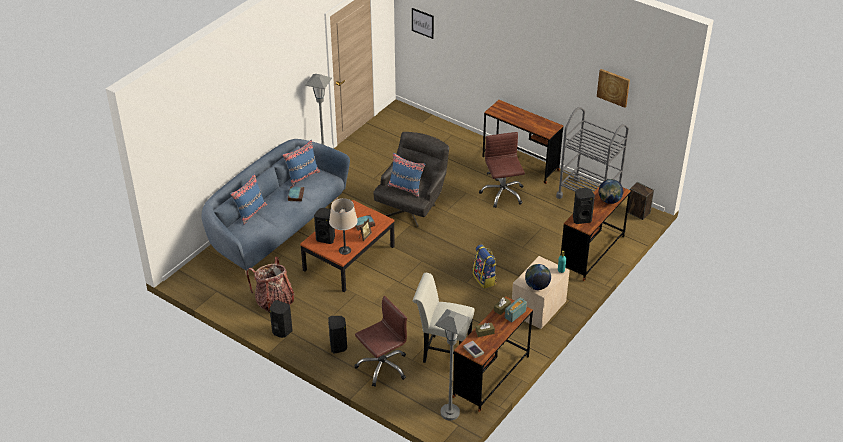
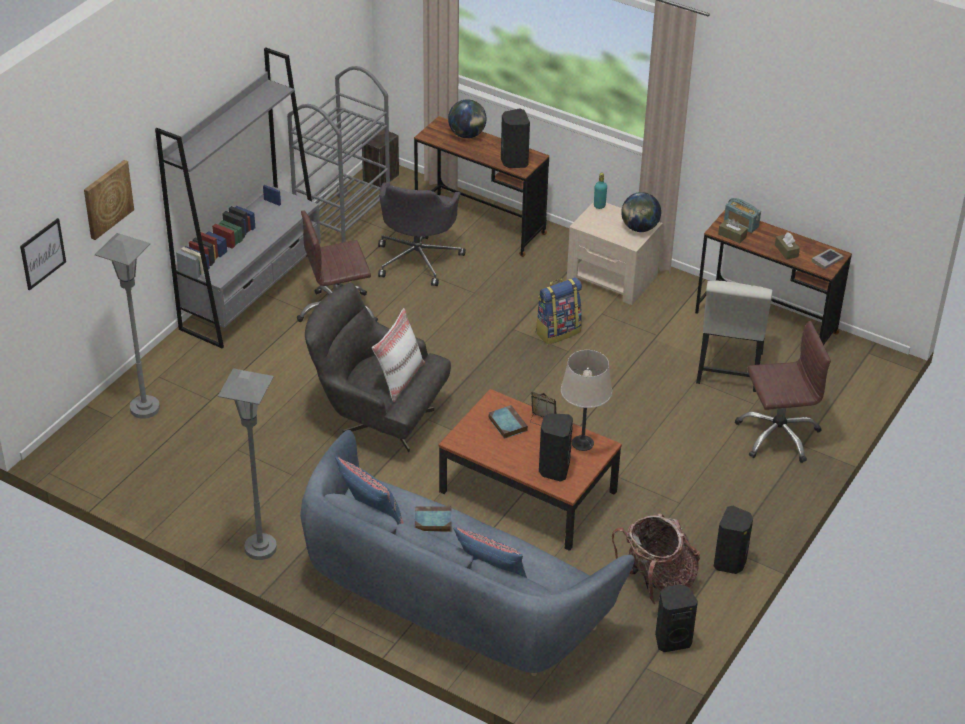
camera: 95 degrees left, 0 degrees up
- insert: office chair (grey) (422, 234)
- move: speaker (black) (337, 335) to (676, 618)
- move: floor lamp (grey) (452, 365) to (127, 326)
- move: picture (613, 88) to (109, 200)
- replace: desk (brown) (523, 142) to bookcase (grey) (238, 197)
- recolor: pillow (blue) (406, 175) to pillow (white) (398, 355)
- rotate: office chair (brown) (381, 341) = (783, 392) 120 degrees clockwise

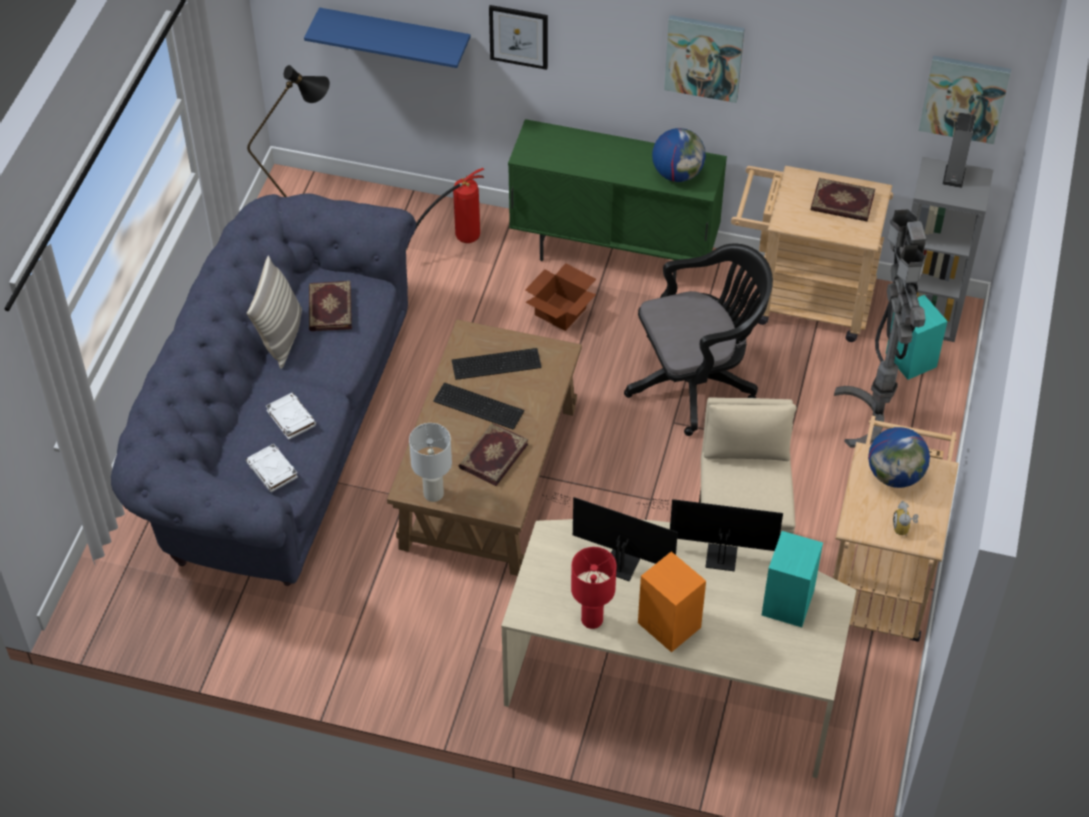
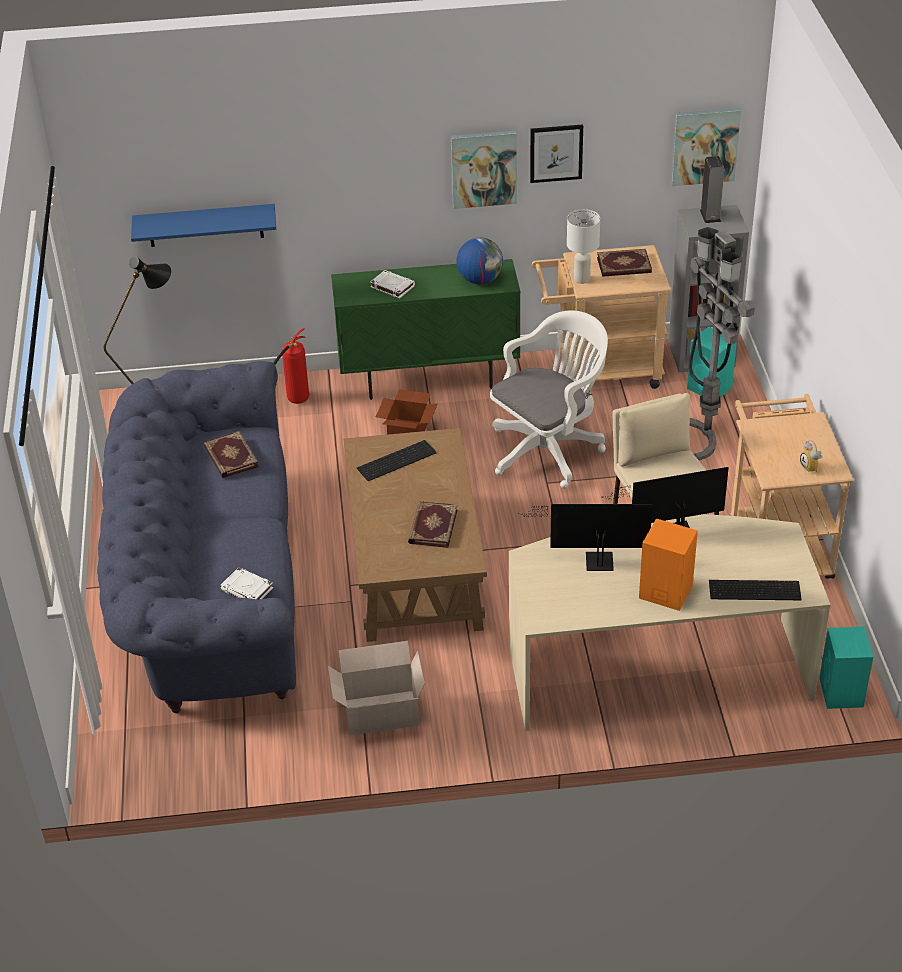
camera: 20 degrees left, 10 degrees down
- delete: pillow (274, 312)
- delete: table lamp (red) (594, 588)
- delete: globe (899, 457)
- insert: cardboard box (376, 688)
- move: book (white) (291, 416) to (392, 284)
- move: table lamp (white) (430, 462) to (583, 246)
- move: keyboard (478, 406) to (755, 590)
- move: picture (518, 37) to (556, 153)
- move: speaker (turquoise) (792, 579) to (846, 668)
- recolor: office chair (black) (698, 340) to office chair (white) (549, 399)

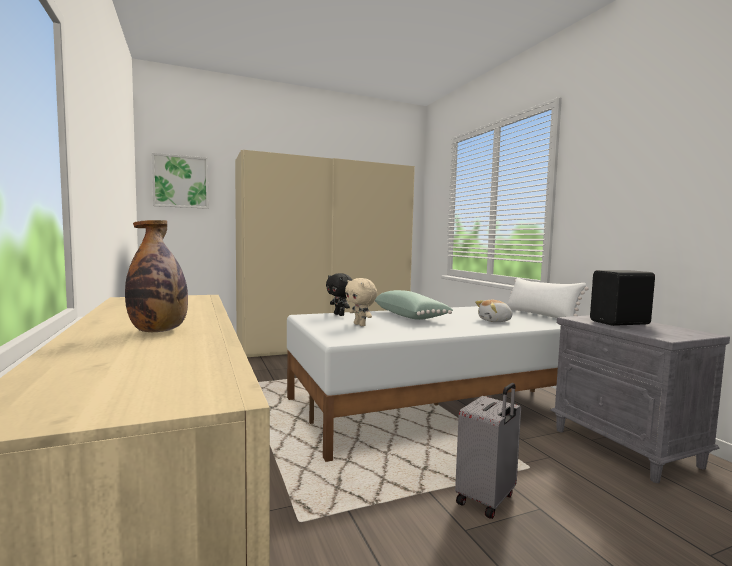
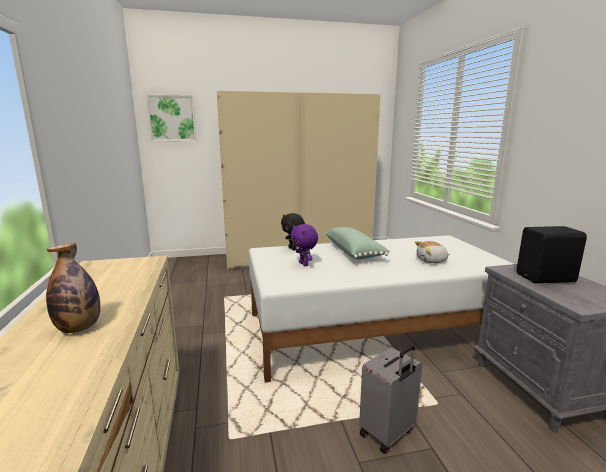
camera: 10 degrees right, 10 degrees up
- delete: pillow (white) (548, 297)
- recolor: plush toy (beige) (361, 302) to plush toy (purple) (304, 245)

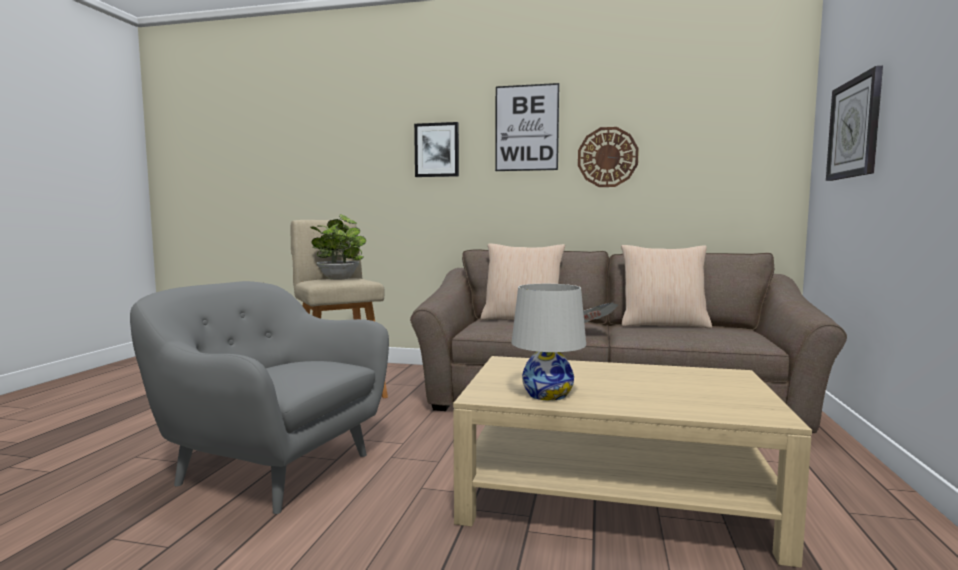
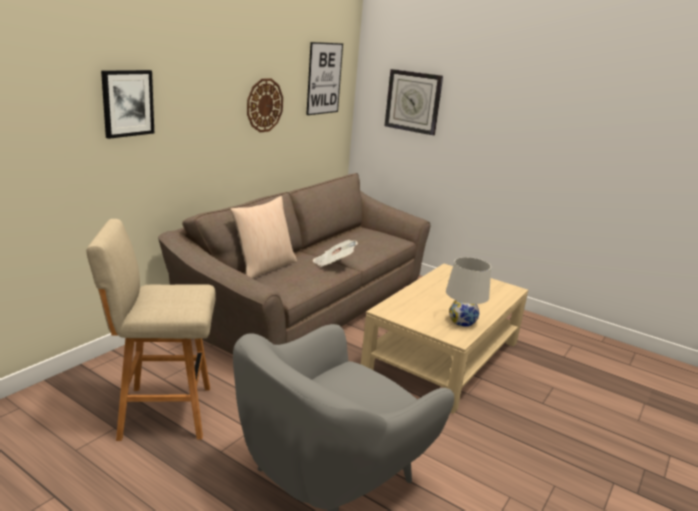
camera: 70 degrees left, 15 degrees up
- delete: potted plant (338, 247)
- delete: pillow (beige) (666, 286)
- move: picture (527, 127) to (324, 78)

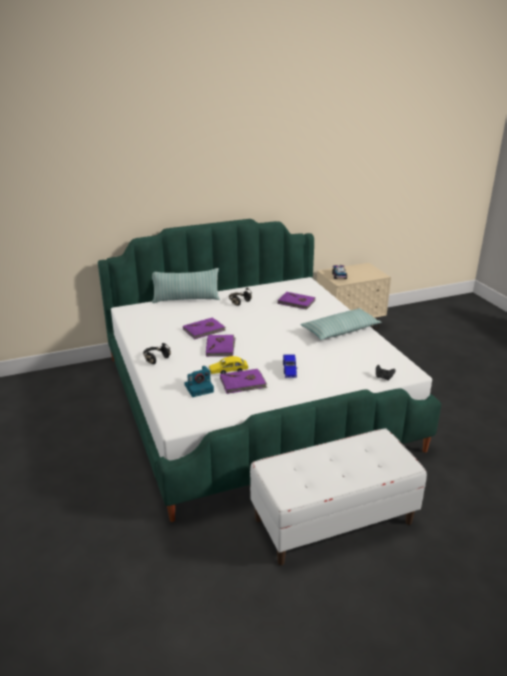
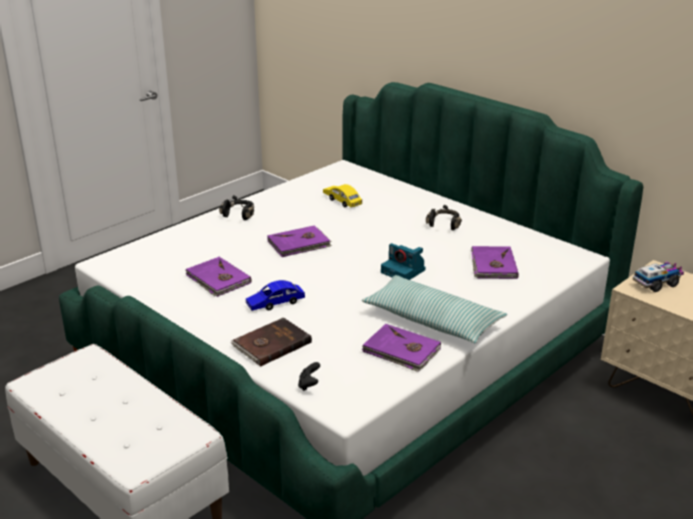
camera: 65 degrees right, 0 degrees up
- delete: pillow (186, 285)
- insert: book (brown) (271, 341)
- move: book (purple) (204, 328) to (401, 348)
- move: photo camera (199, 381) to (403, 261)
- move: toy car (yellow) (228, 365) to (342, 196)

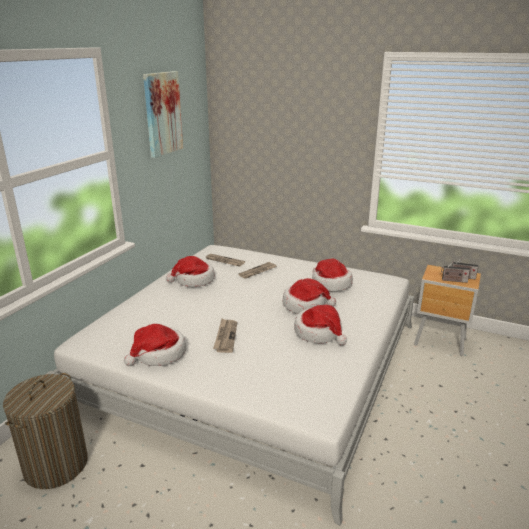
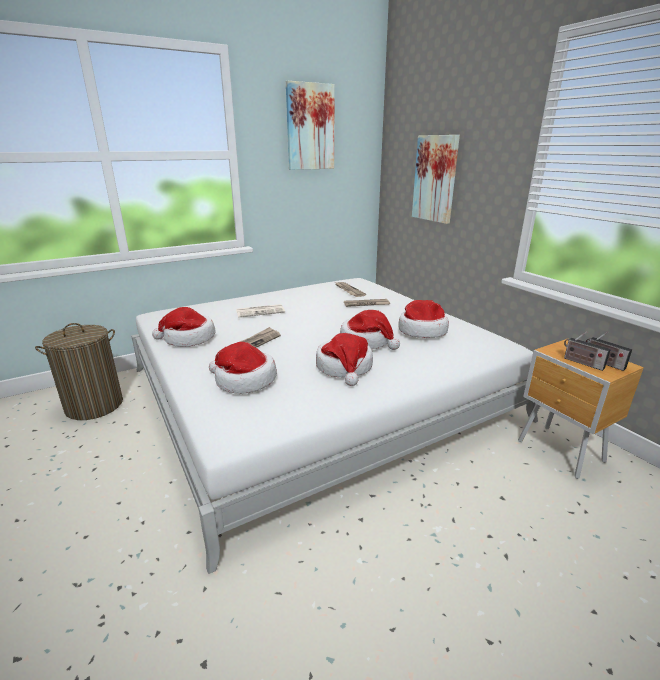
camera: 35 degrees right, 0 degrees up
- insert: newspaper (260, 310)
- insert: picture (436, 179)
- move: hat (190, 271) to (243, 368)

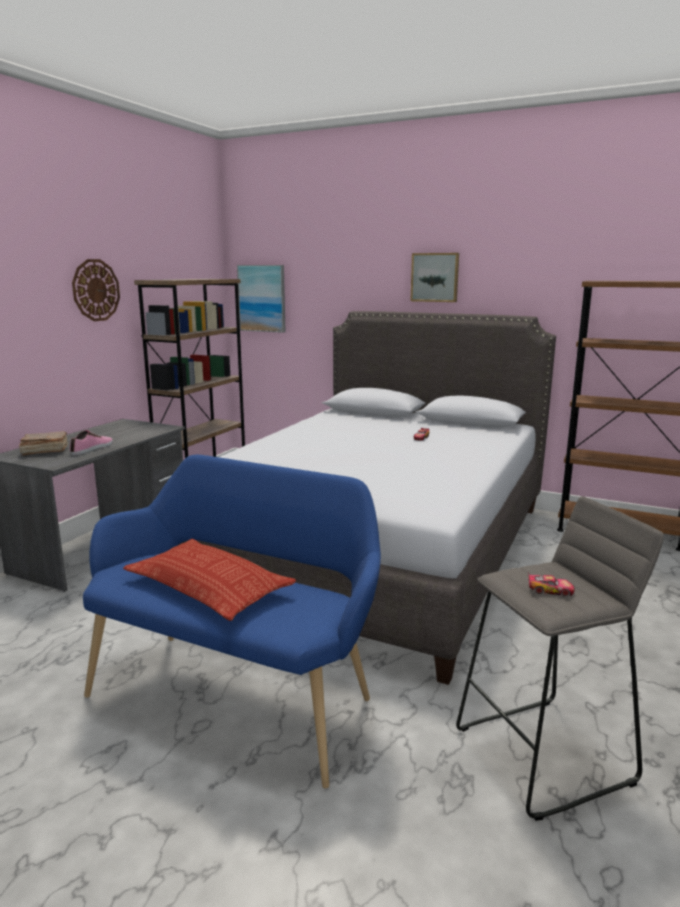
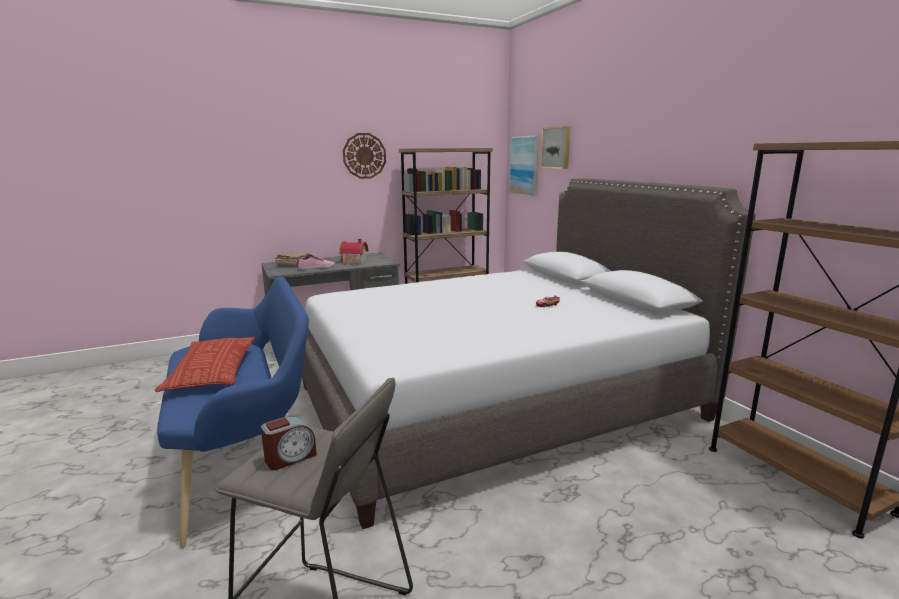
camera: 40 degrees right, 0 degrees up
- insert: toy house (353, 252)
- move: picture (435, 277) to (556, 147)
- replace: toy car (551, 584) to alarm clock (289, 443)

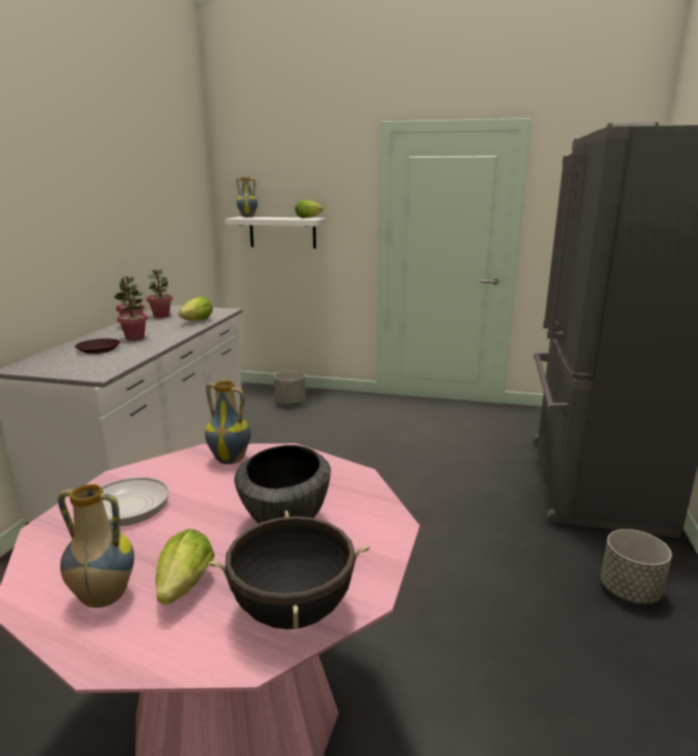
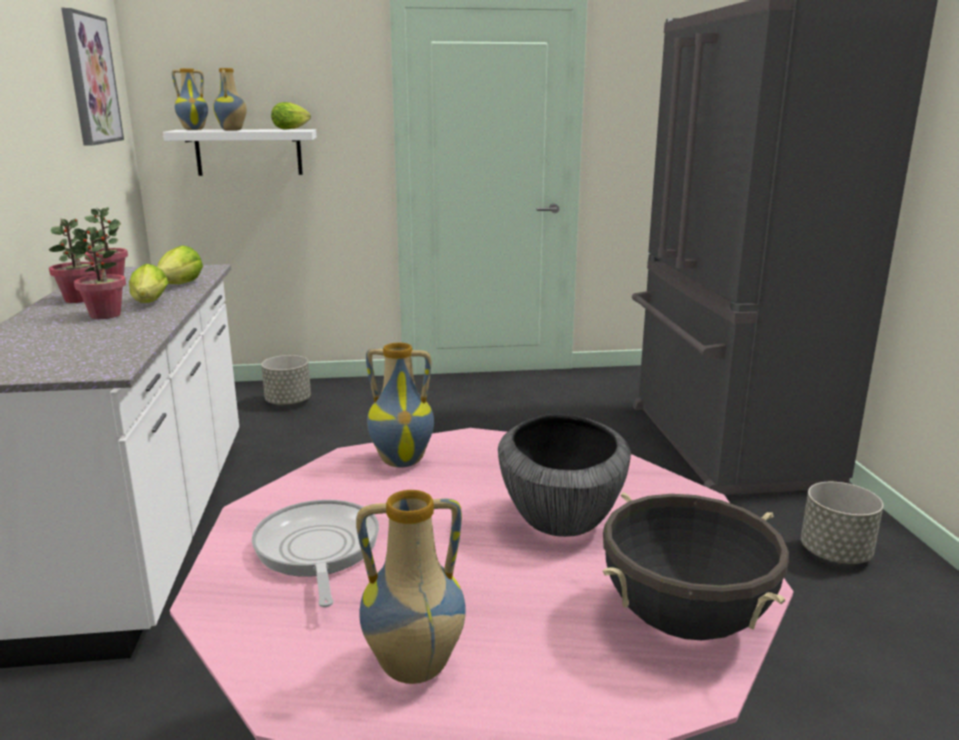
camera: 20 degrees left, 0 degrees up
- delete: plate (brown) (97, 346)
- insert: picture (92, 77)
- insert: vase (230, 99)
- move: lettuce (185, 567) to (148, 283)

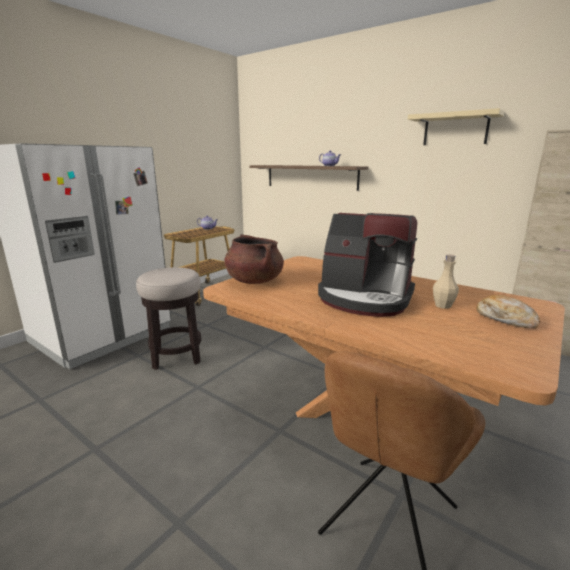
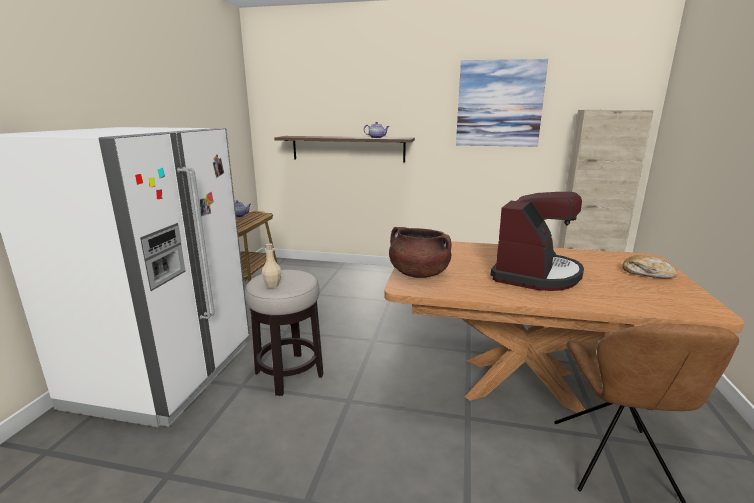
camera: 25 degrees left, 0 degrees up
- move: bottle (beige) (446, 282) to (271, 265)
- replace: shelf (beige) (456, 126) to picture (502, 103)
- rotate: coffee machine (367, 265) = (537, 241) 60 degrees counterclockwise

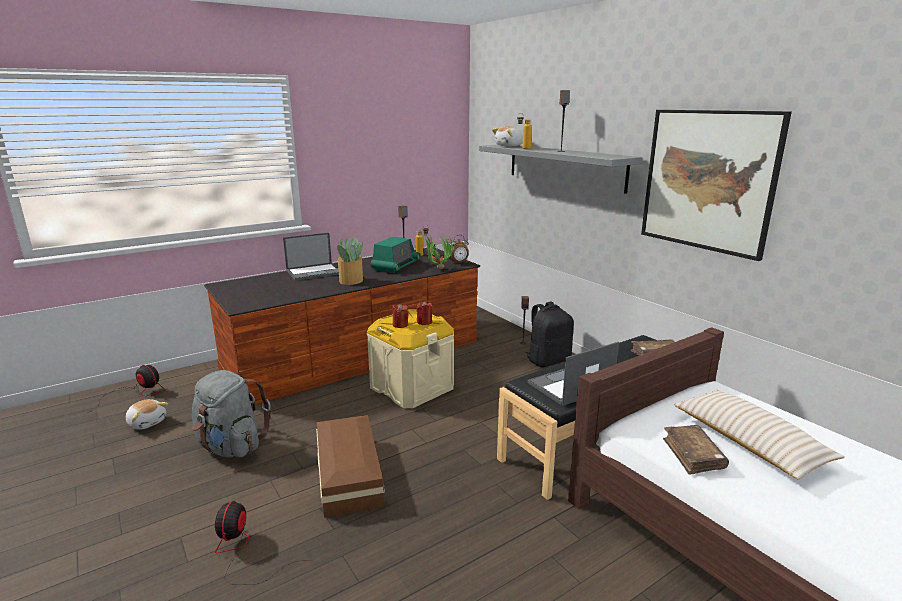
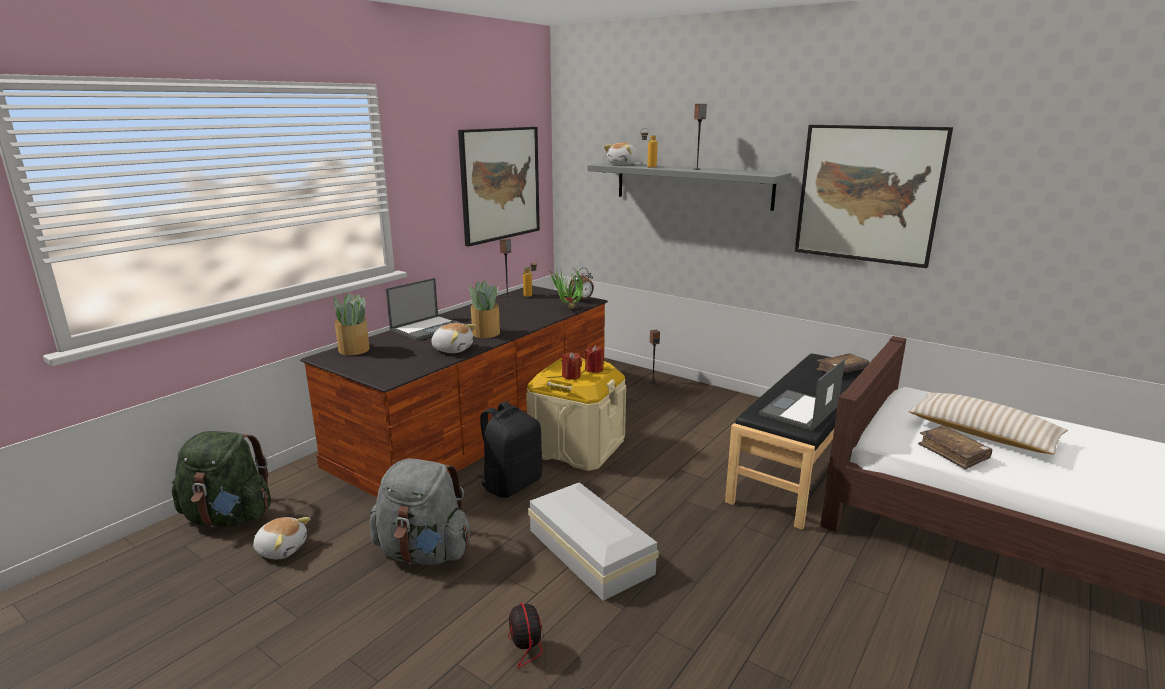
camera: 20 degrees left, 0 degrees up
- delete: radio (396, 255)
- insert: potted plant (351, 324)
- insert: plush toy (454, 338)
- insert: picture (499, 186)
- move: backpack (black) (550, 334) to (510, 449)
- replace: fan (126, 389) to backpack (green) (221, 479)
- recolor: storage box (brown) (350, 466) to storage box (white) (593, 541)

